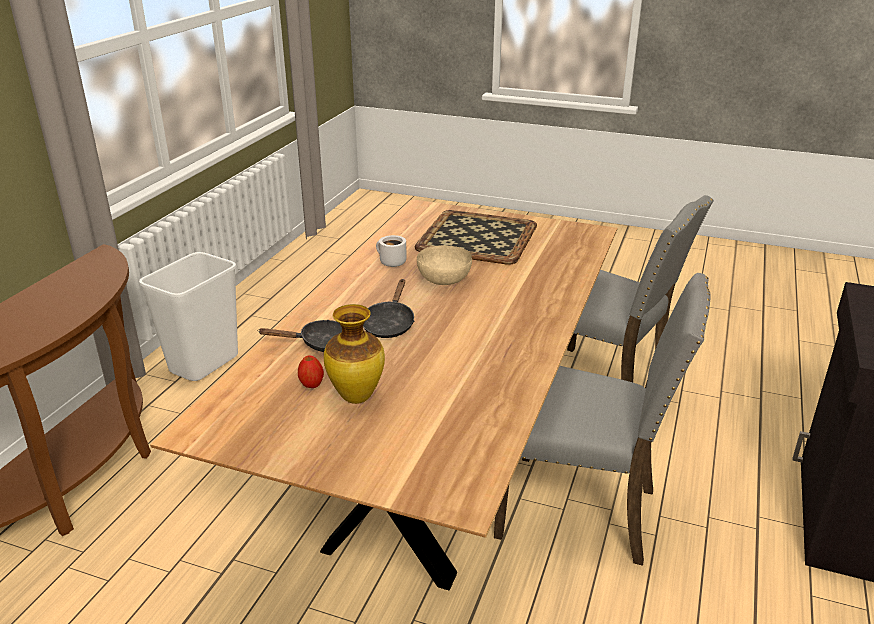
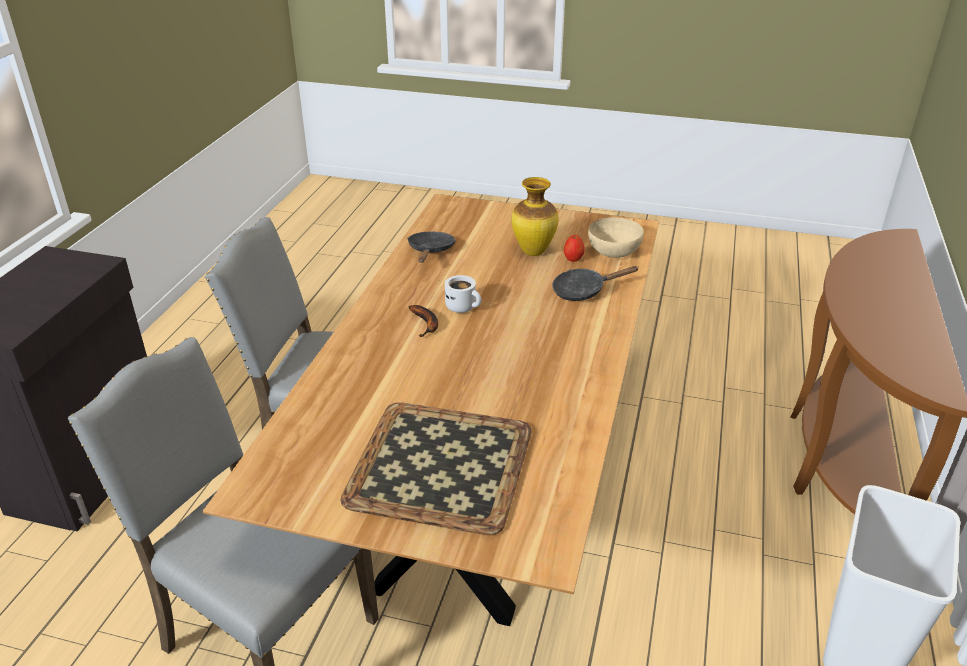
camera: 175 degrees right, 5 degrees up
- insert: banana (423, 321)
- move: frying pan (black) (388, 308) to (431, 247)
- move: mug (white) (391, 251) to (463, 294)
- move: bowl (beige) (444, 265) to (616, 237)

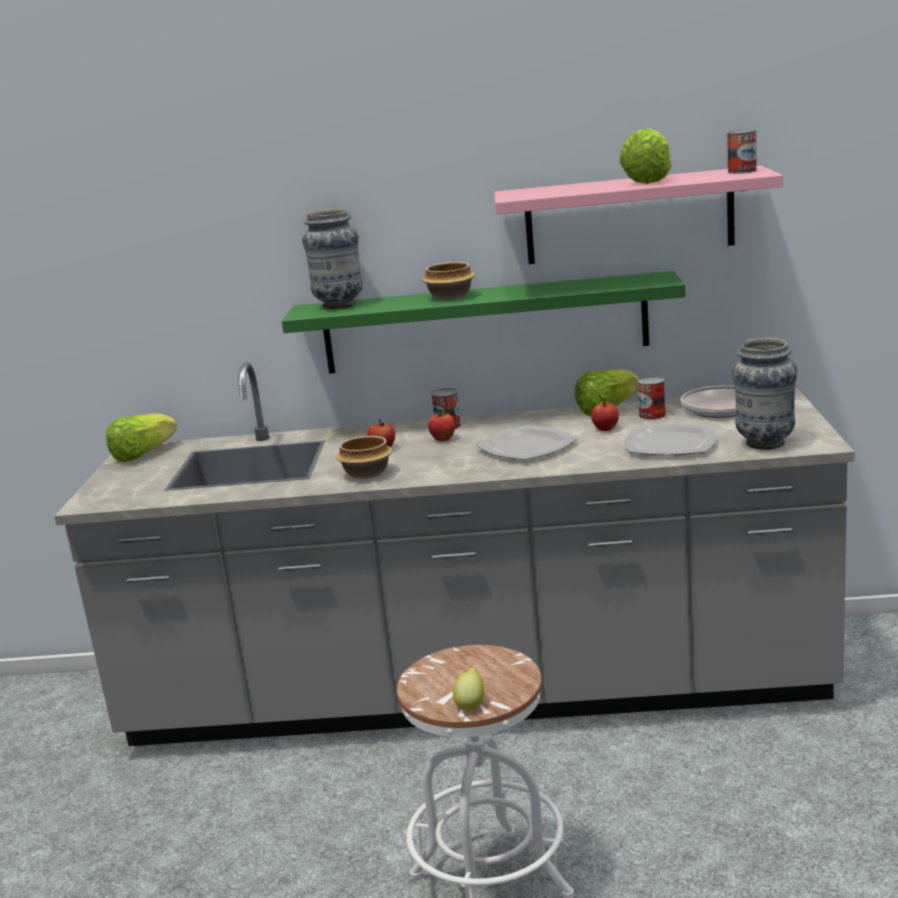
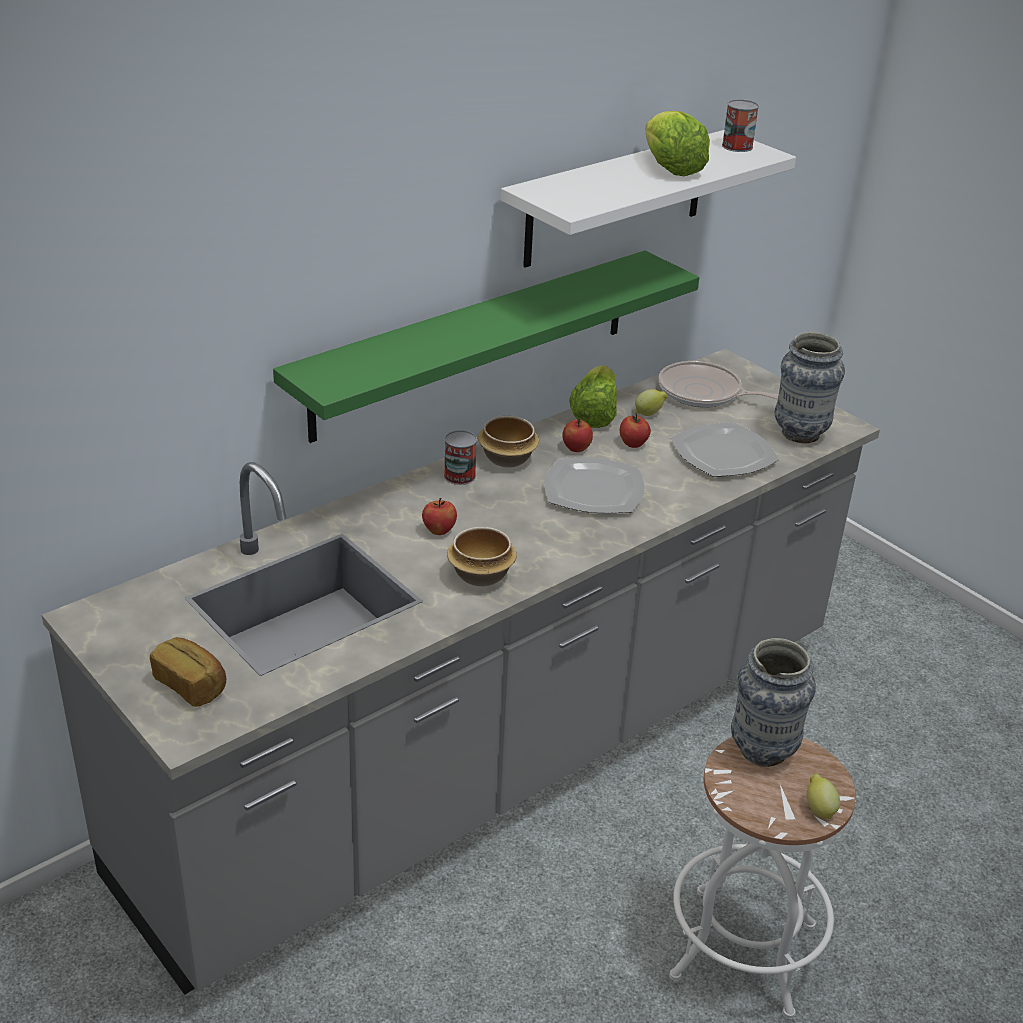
camera: 45 degrees left, 15 degrees up
- delete: lettuce (141, 437)
- insert: bread (188, 672)
- move: vase (332, 259) to (773, 702)
- move: bowl (448, 281) to (508, 442)
- move: apple (441, 425) to (577, 435)
- replace: can (651, 398) to lemon (651, 402)
- recolor: shelf (pink) (639, 215) to shelf (white) (648, 199)

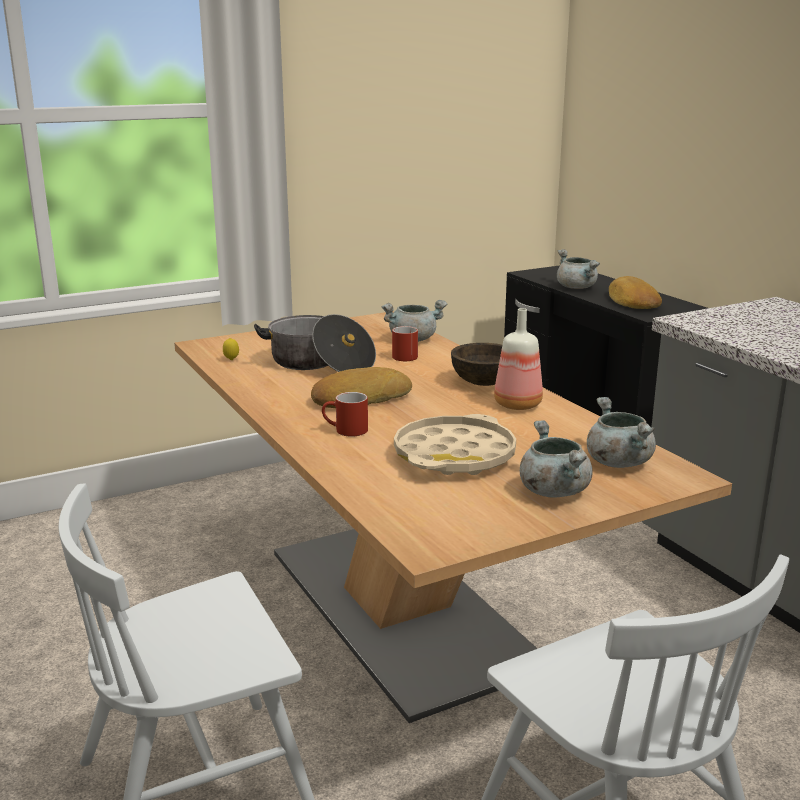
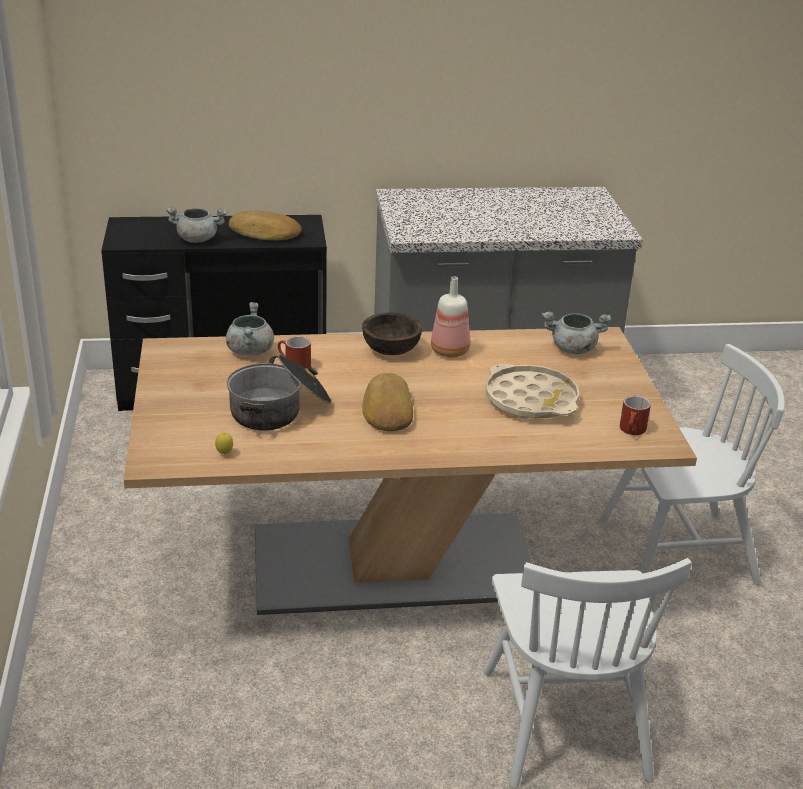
camera: 70 degrees left, 10 degrees up
- delete: cooking pot (grey) (556, 459)
- move: mug (red) (345, 414) to (635, 415)

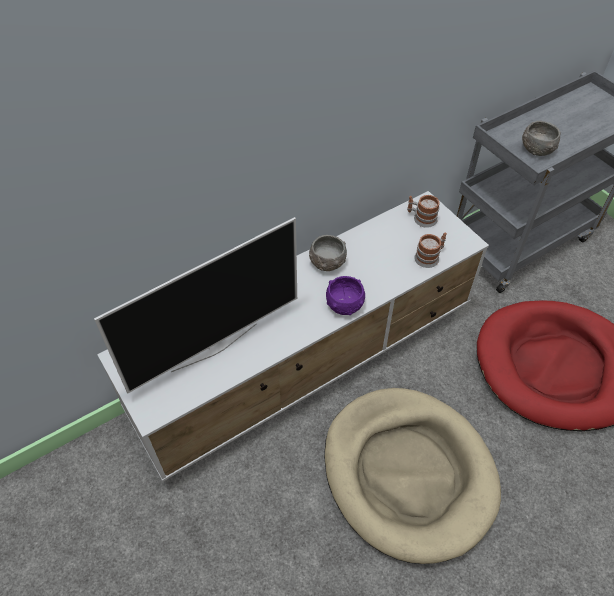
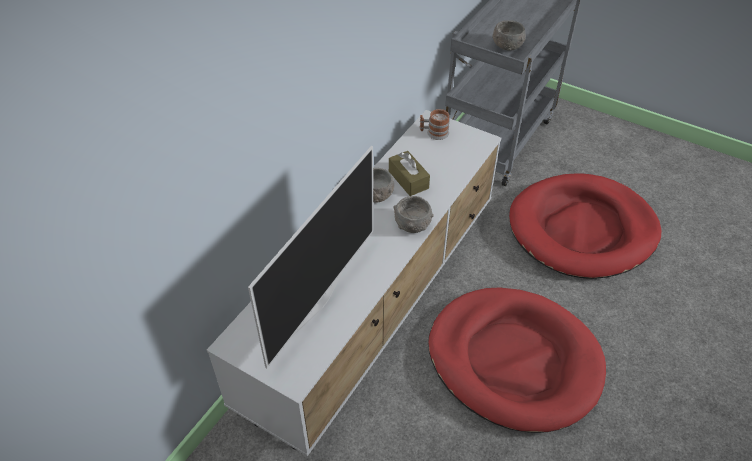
camera: 25 degrees left, 5 degrees down
- delete: mug (430, 250)
- insert: tissue box (brown) (409, 173)
- recolor: dog bed (beige) (412, 476) to dog bed (red) (517, 360)
- recolor: bowl (purple) (345, 295) to bowl (grey) (413, 214)

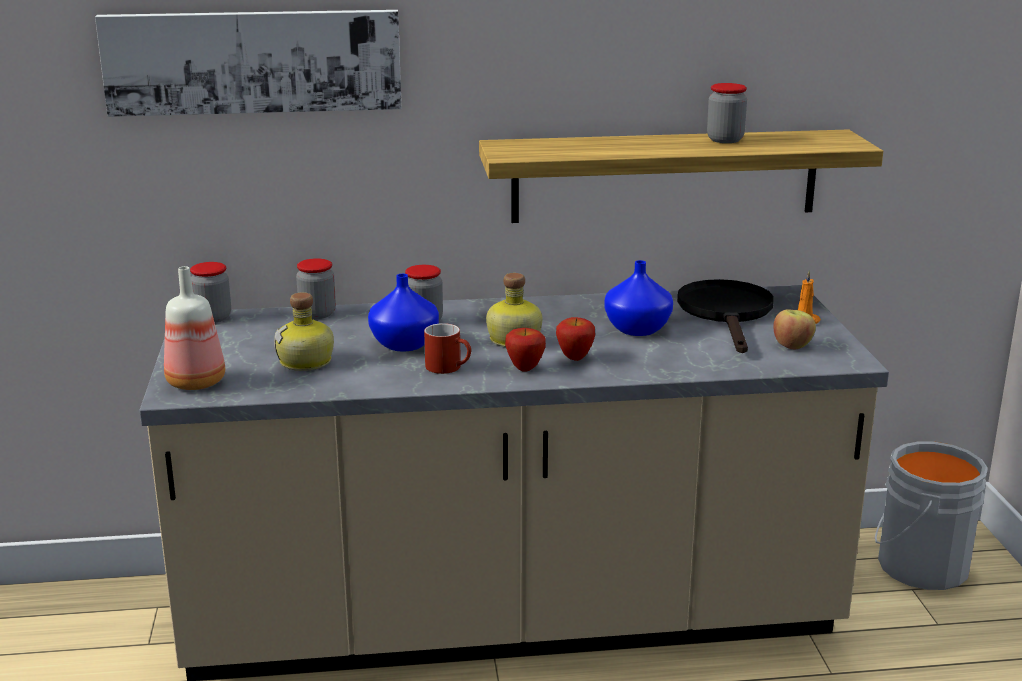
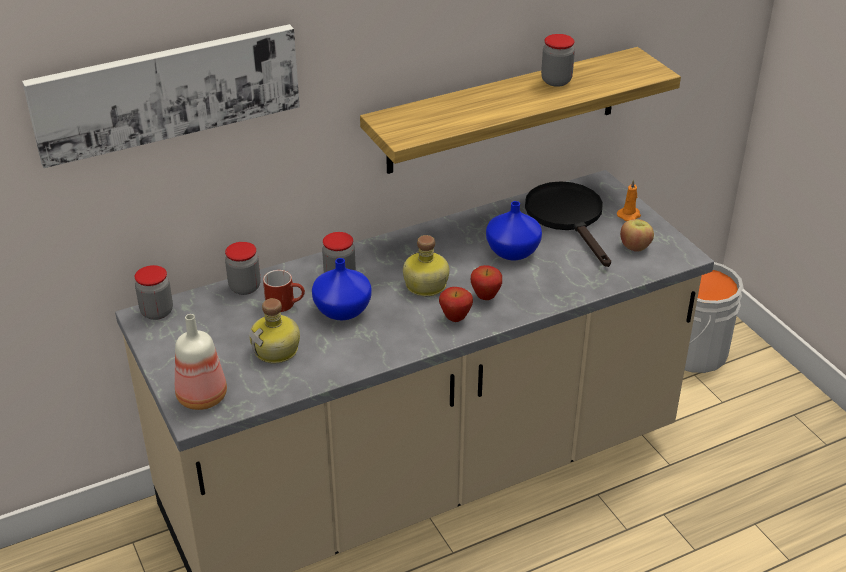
camera: 20 degrees left, 15 degrees up
- move: mug (red) (447, 348) to (284, 291)

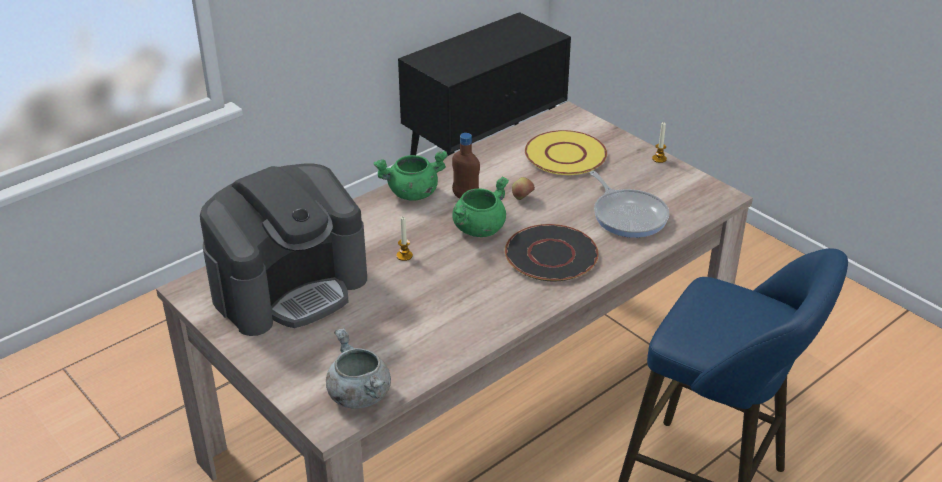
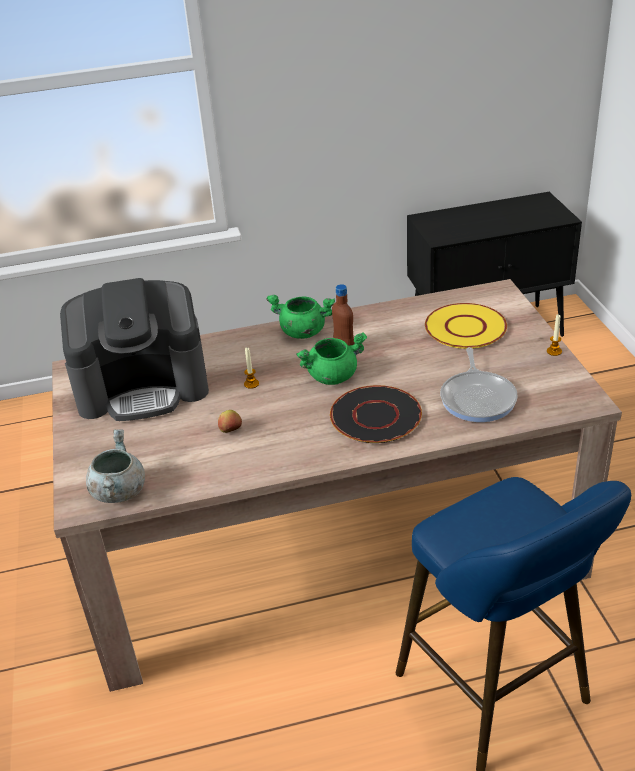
camera: 30 degrees right, 0 degrees up
- move: apple (523, 188) to (230, 421)

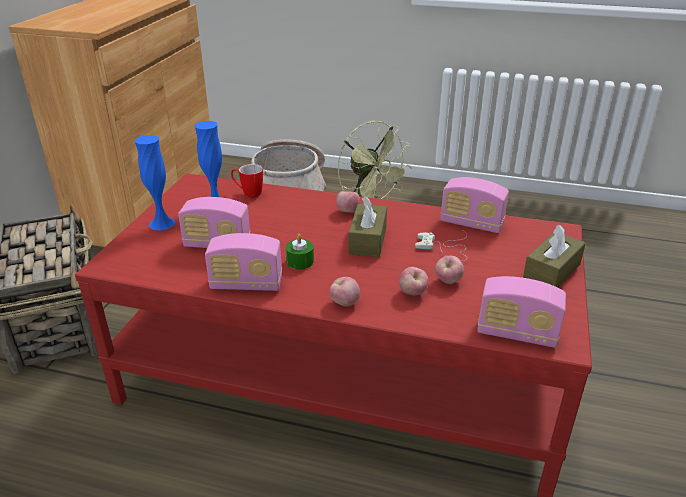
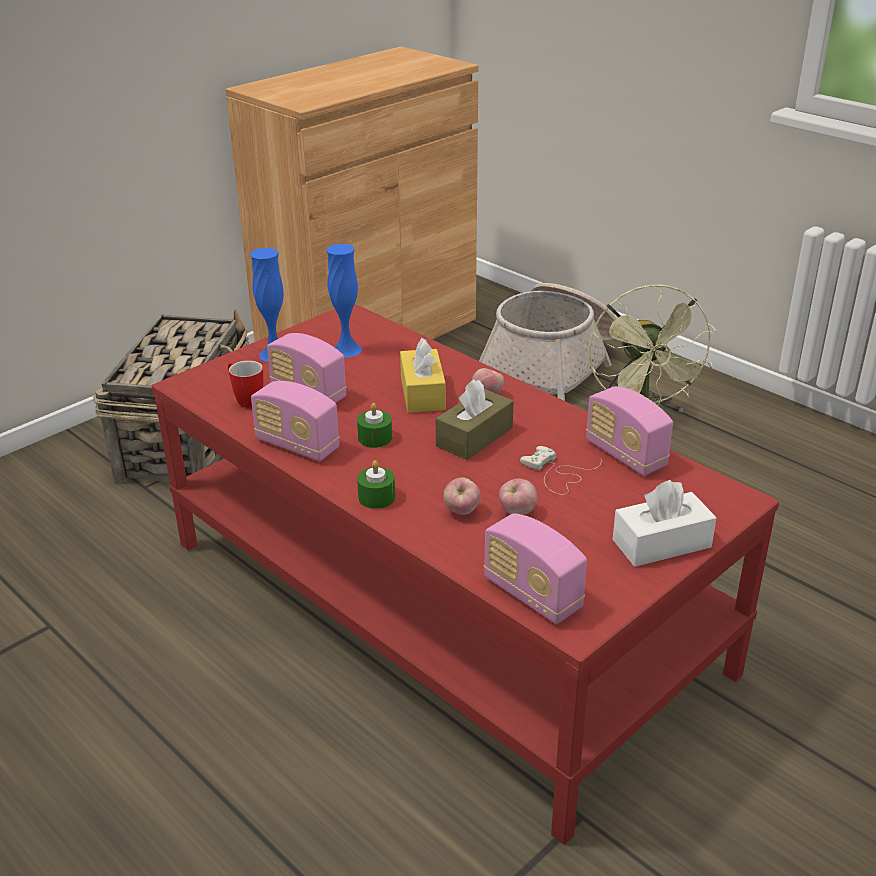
camera: 30 degrees right, 0 degrees up
- insert: tissue box (yellow) (423, 375)
- move: mug (247, 181) to (245, 384)
- replace: apple (344, 291) to candle (green) (376, 484)
- recolor: tissue box (brown) (554, 256) to tissue box (white) (664, 523)

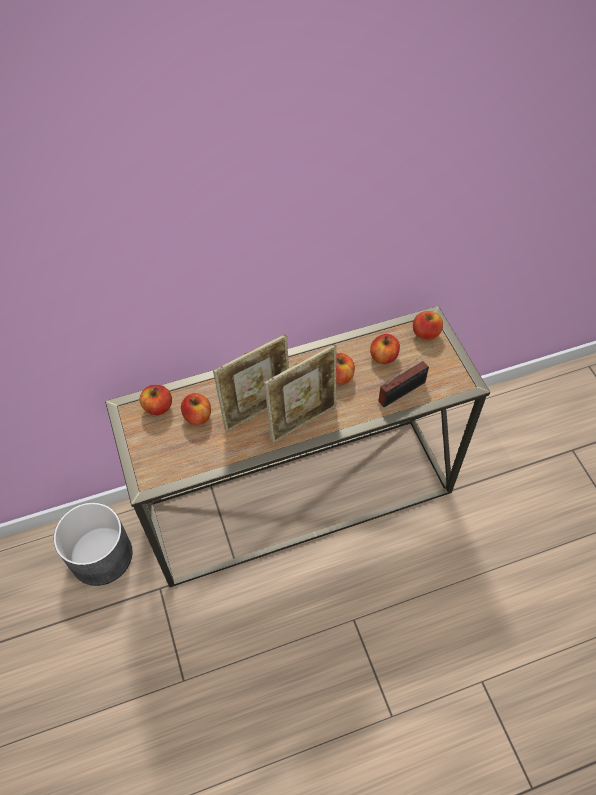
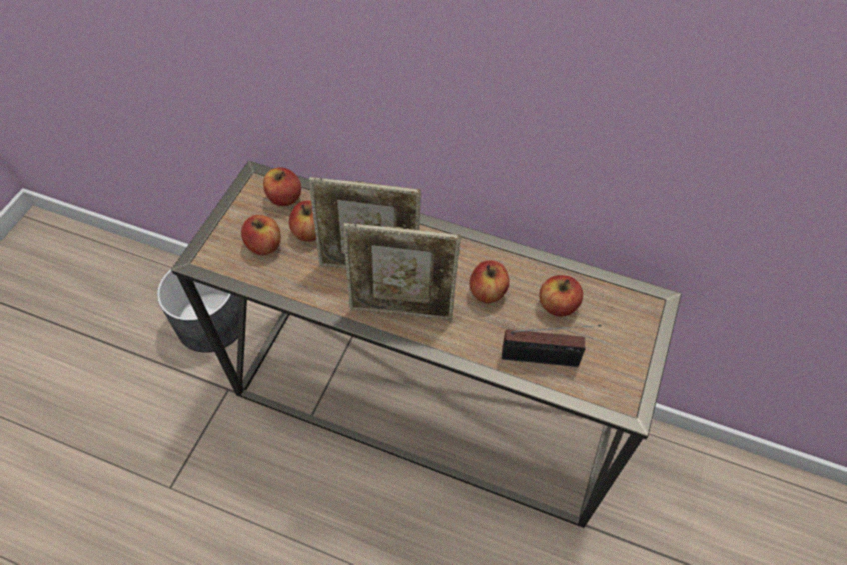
camera: 40 degrees right, 0 degrees up
- move: apple (428, 325) to (261, 235)

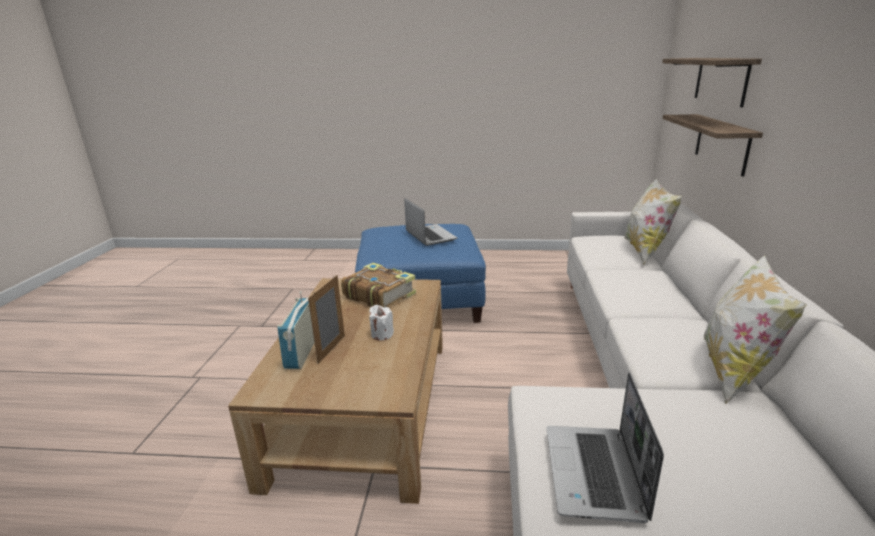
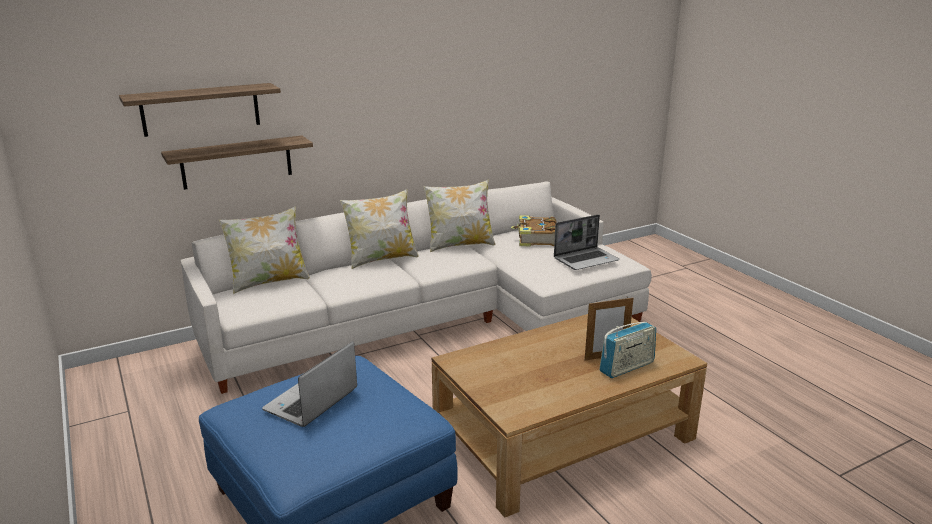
camera: 125 degrees left, 0 degrees up
- delete: candle (white) (381, 323)
- insert: pillow (379, 229)
- move: book (378, 285) to (534, 231)

